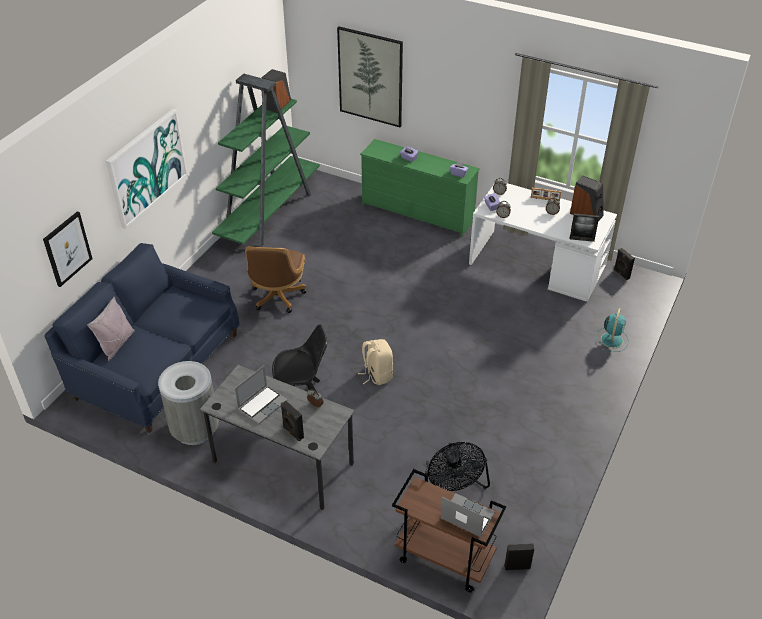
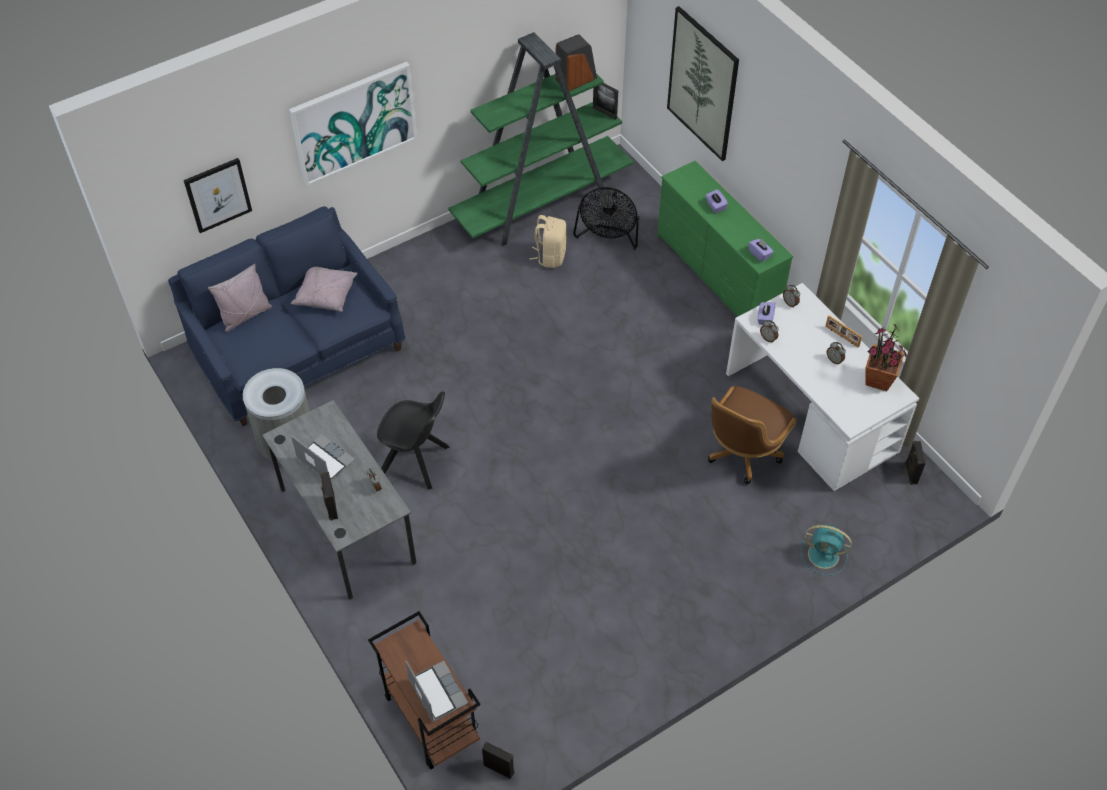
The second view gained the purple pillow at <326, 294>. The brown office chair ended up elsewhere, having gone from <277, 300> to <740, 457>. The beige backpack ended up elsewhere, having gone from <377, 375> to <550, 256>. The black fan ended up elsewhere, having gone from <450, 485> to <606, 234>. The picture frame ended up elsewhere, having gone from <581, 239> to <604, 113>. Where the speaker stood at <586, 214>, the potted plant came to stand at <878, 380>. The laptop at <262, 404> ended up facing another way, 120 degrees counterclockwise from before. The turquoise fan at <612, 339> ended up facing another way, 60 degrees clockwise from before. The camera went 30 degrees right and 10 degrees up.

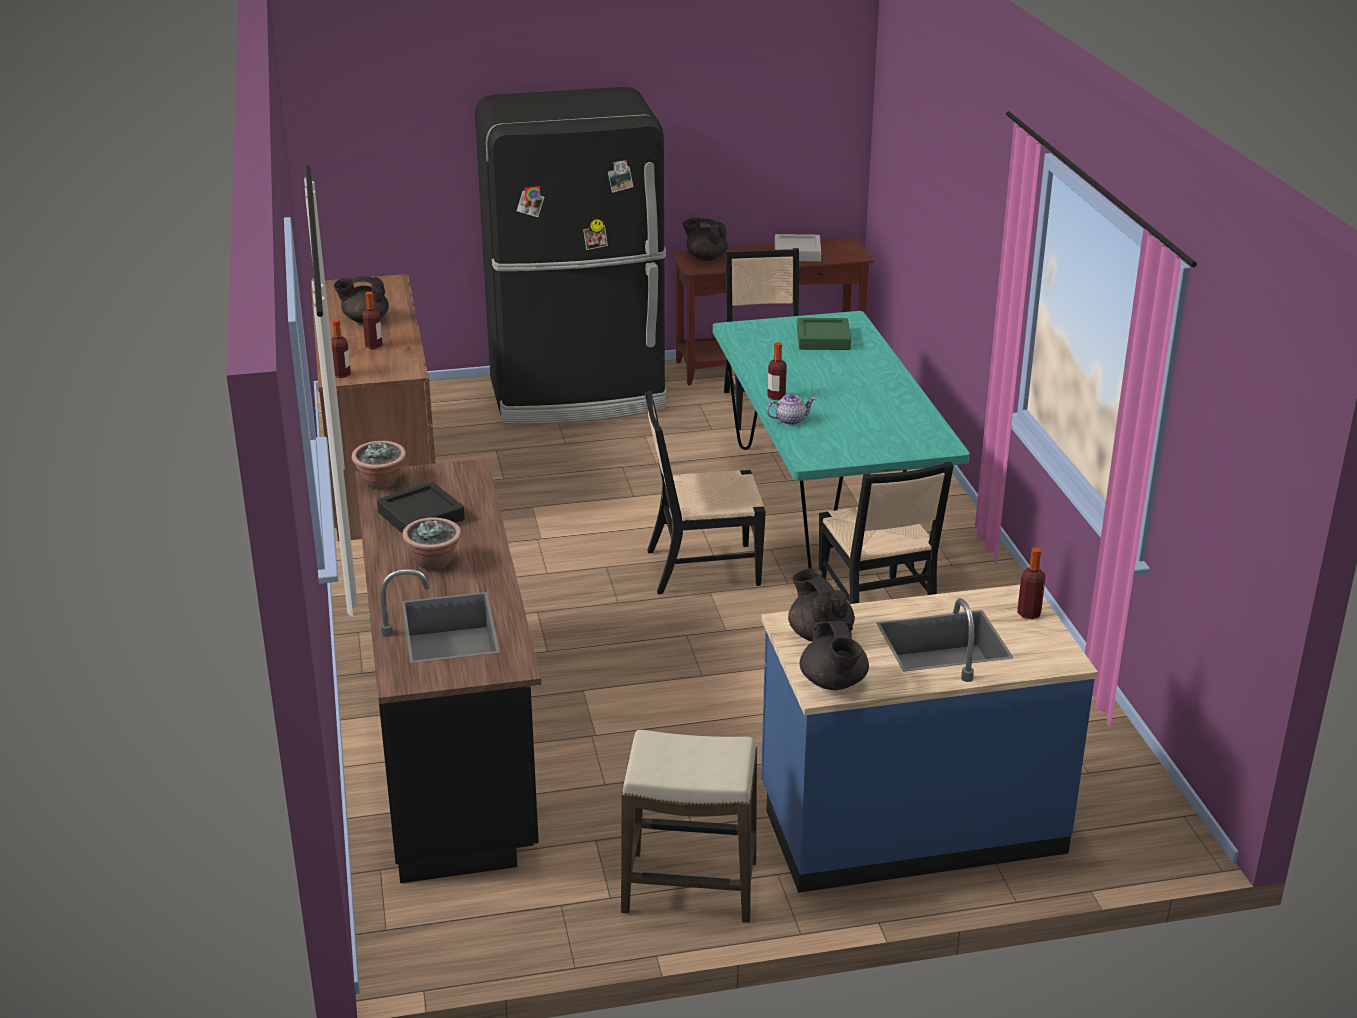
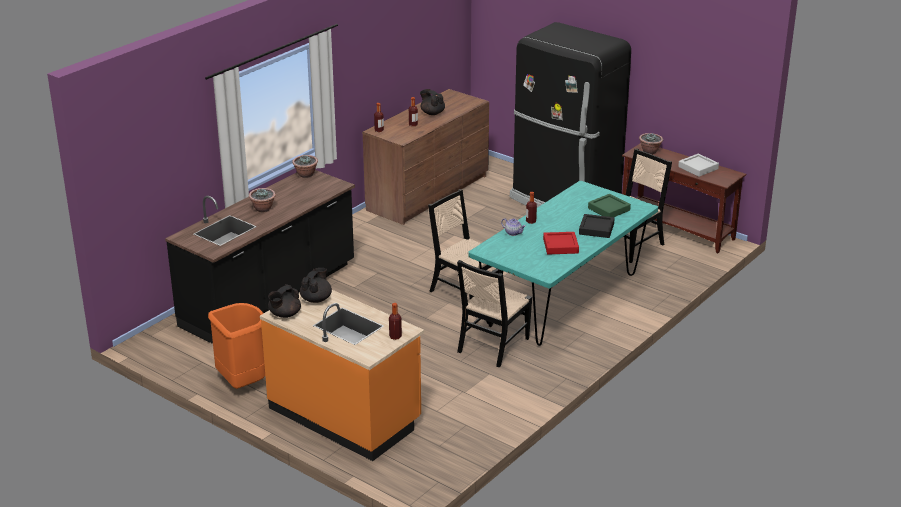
The second view gained the red tray at <560, 246>. The black tray ended up elsewhere, having gone from <421, 516> to <596, 229>. Where the stool stood at <689, 887>, the orange trash can came to stand at <243, 383>. Where the black teapot stood at <706, 258>, the potted plant came to stand at <650, 151>. What was the blue counter at <910, 822> turned into the orange counter at <345, 415>. The camera went 50 degrees right and 0 degrees up.

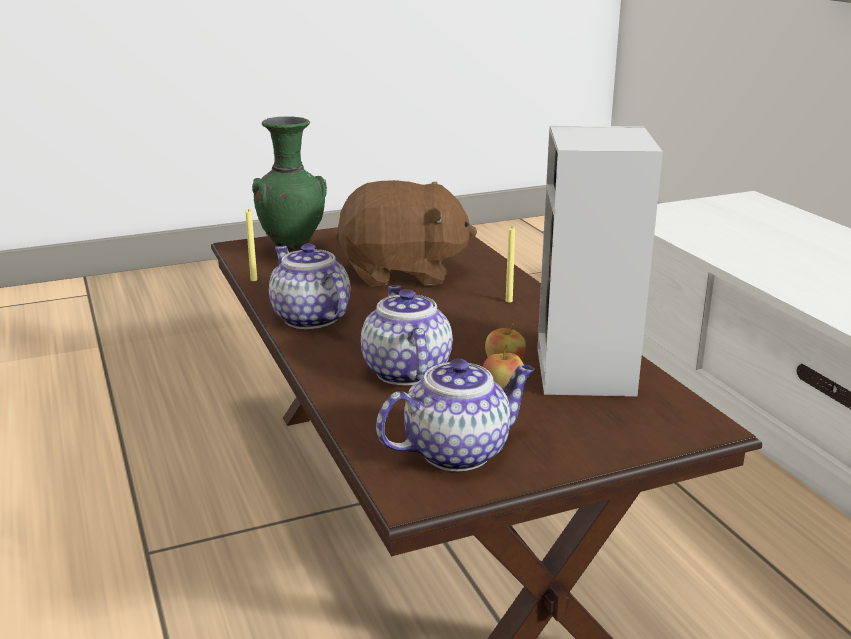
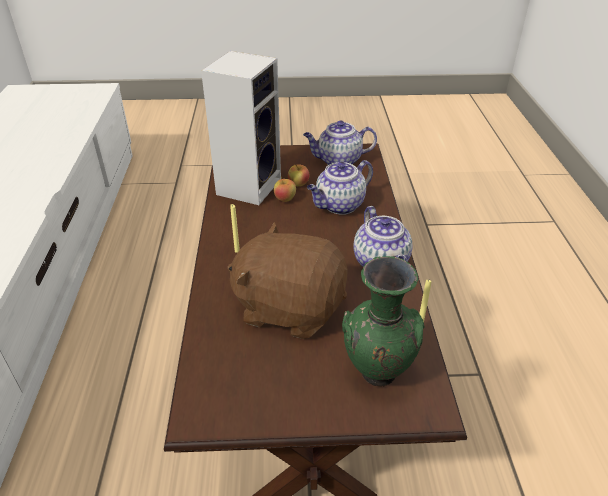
The teapot at <405, 371> ended up facing another way, 45 degrees clockwise from before. The camera went 160 degrees left and 15 degrees up.

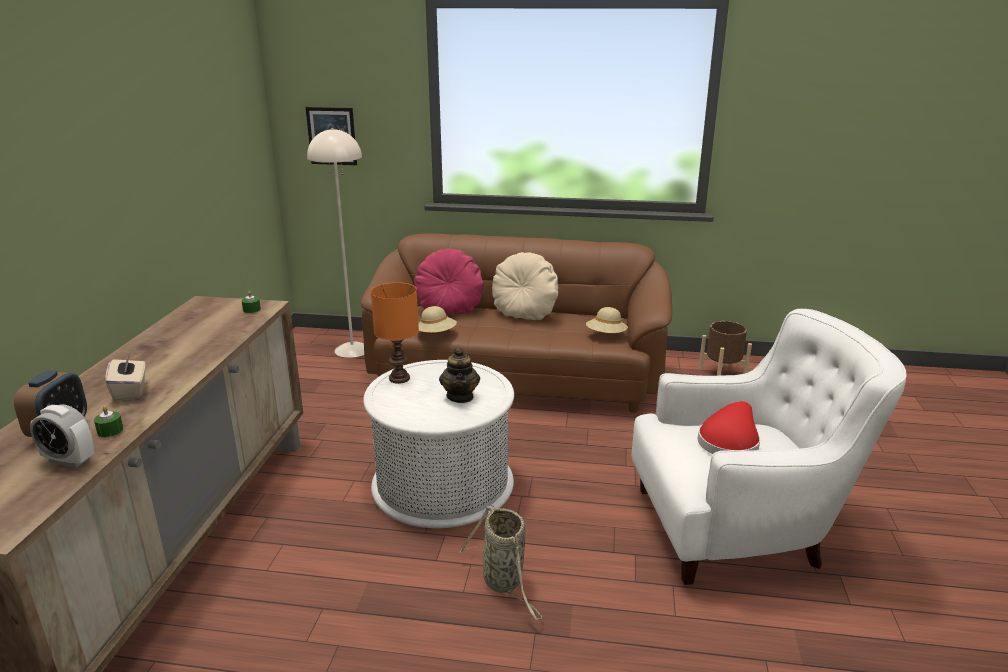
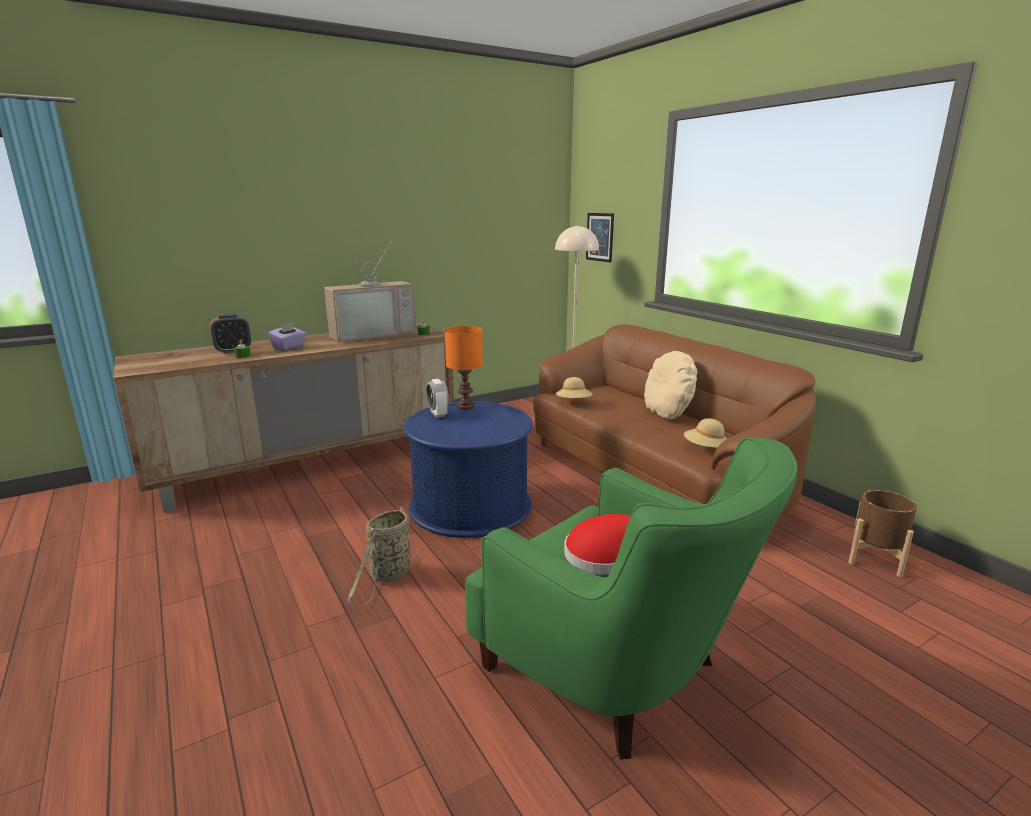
The second view lost the pink pillow at <450, 311>. The second view lost the teapot at <460, 396>. The second view gained the television at <372, 333>. The alarm clock ended up elsewhere, having gone from <69, 460> to <438, 414>. What was the beige tissue box at <130, 391> turned into the purple tissue box at <289, 347>. What was the white coffee table at <443, 483> turned into the blue coffee table at <470, 506>. What was the white armchair at <742, 527> turned into the green armchair at <617, 672>. The camera went 50 degrees right and 5 degrees down.

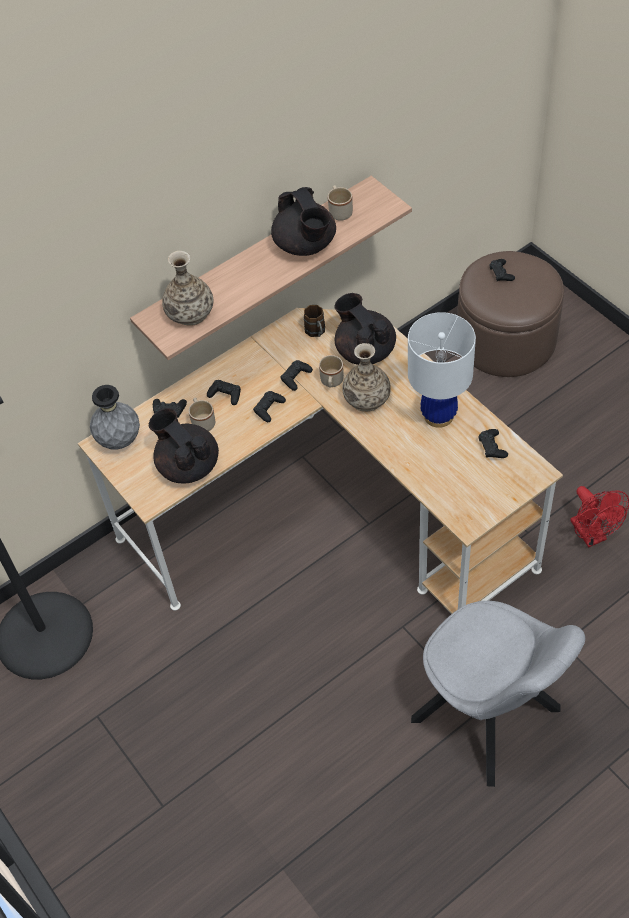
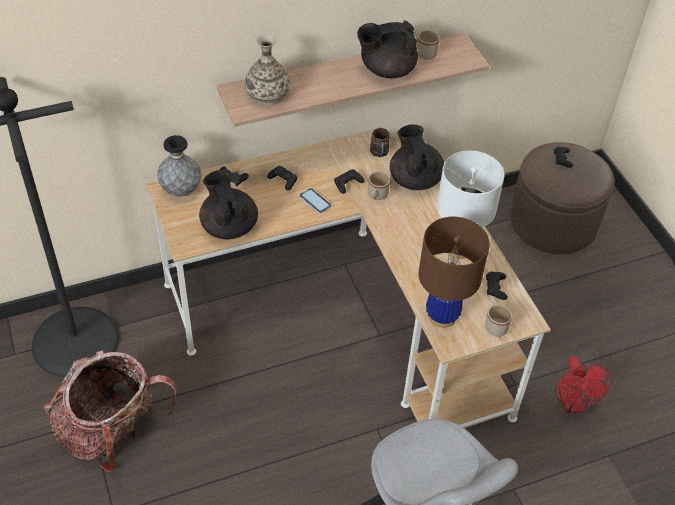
The second view lost the vase at <366, 398>. The second view gained the backpack at <112, 431>. The second view gained the brown table lamp at <442, 316>. The beige mug ended up elsewhere, having gone from <202, 421> to <495, 325>. Where the black game controller stood at <269, 408>, the phone came to stand at <315, 201>. The black teapot at <305, 245> ended up facing another way, 90 degrees clockwise from before. The camera went 10 degrees right and 5 degrees down.

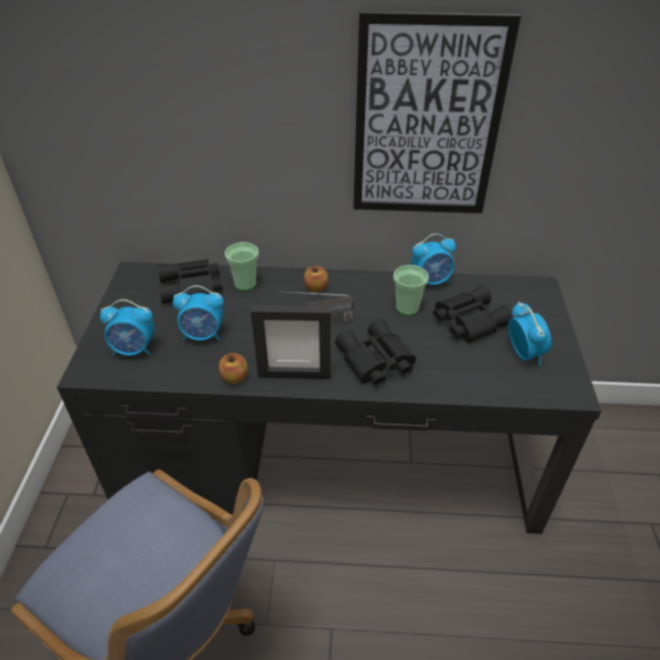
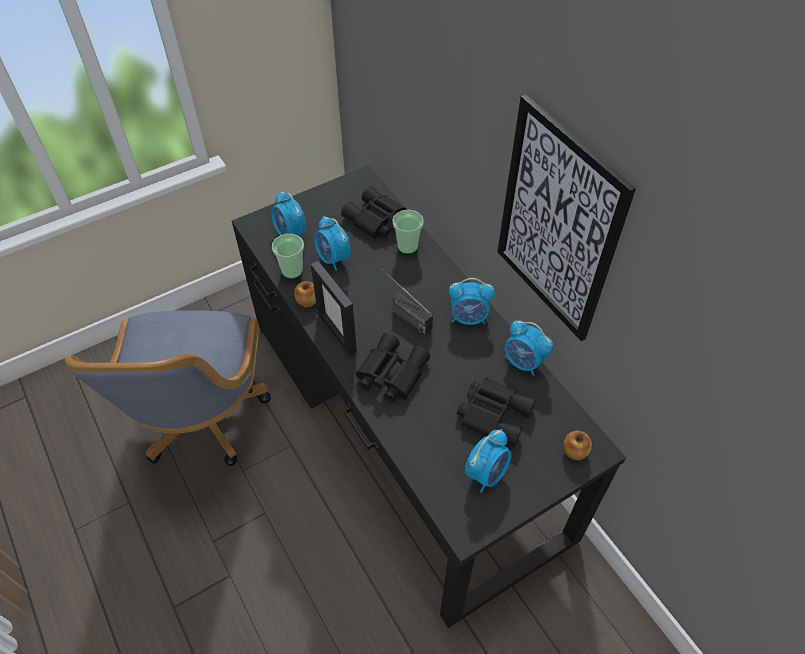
The second view gained the alarm clock at <469, 318>. The apple ended up elsewhere, having gone from <316, 288> to <574, 451>. The cup ended up elsewhere, having gone from <407, 308> to <292, 271>. The camera went 55 degrees right and 10 degrees up.

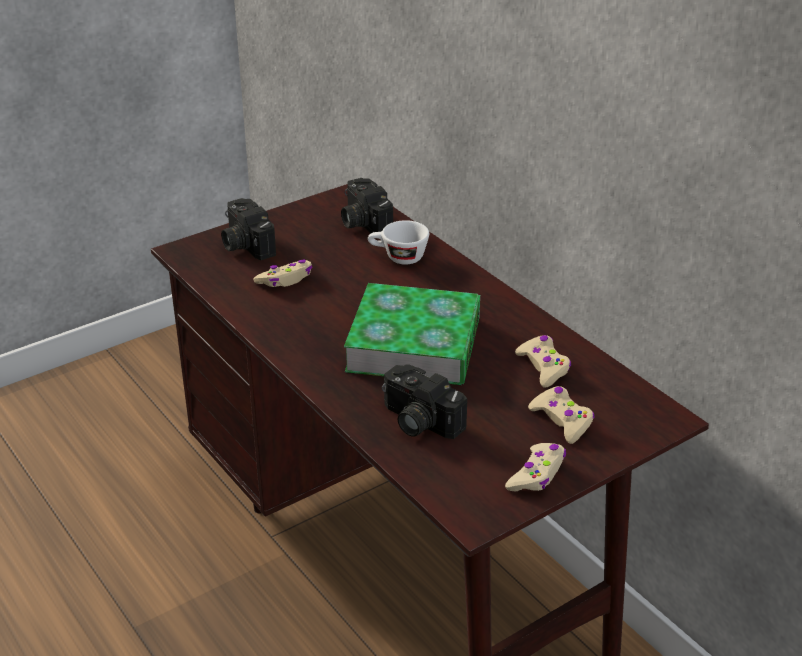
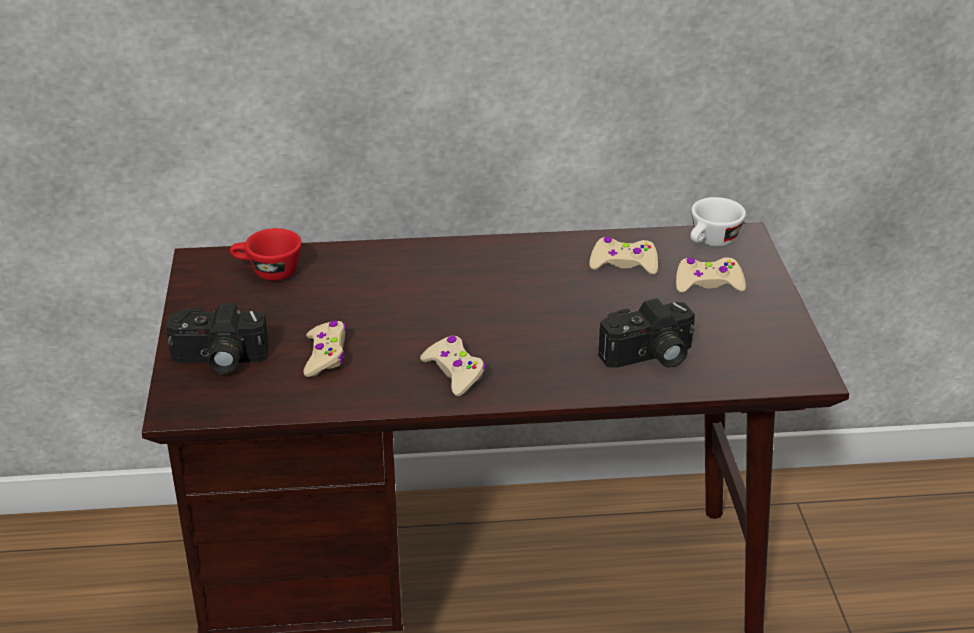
The second view lost the book at <414, 344>. The white cup ended up elsewhere, having gone from <398, 257> to <711, 243>. The beige game controller ended up elsewhere, having gone from <537, 474> to <454, 372>. Where the photo camera stood at <362, 222>, the red cup came to stand at <267, 272>. The camera went 60 degrees left and 0 degrees up.

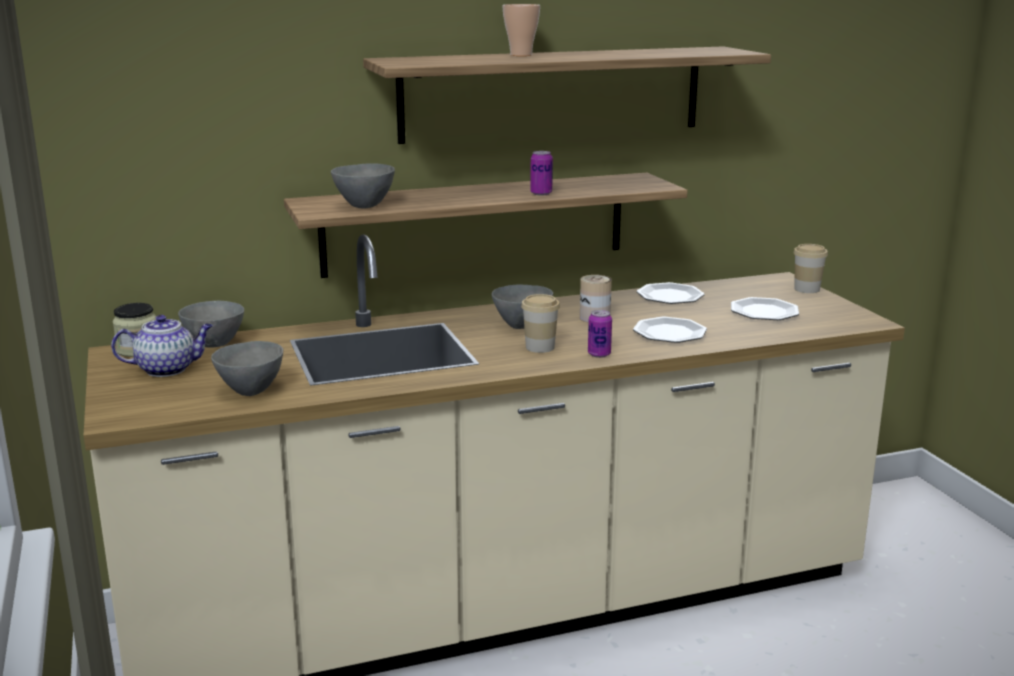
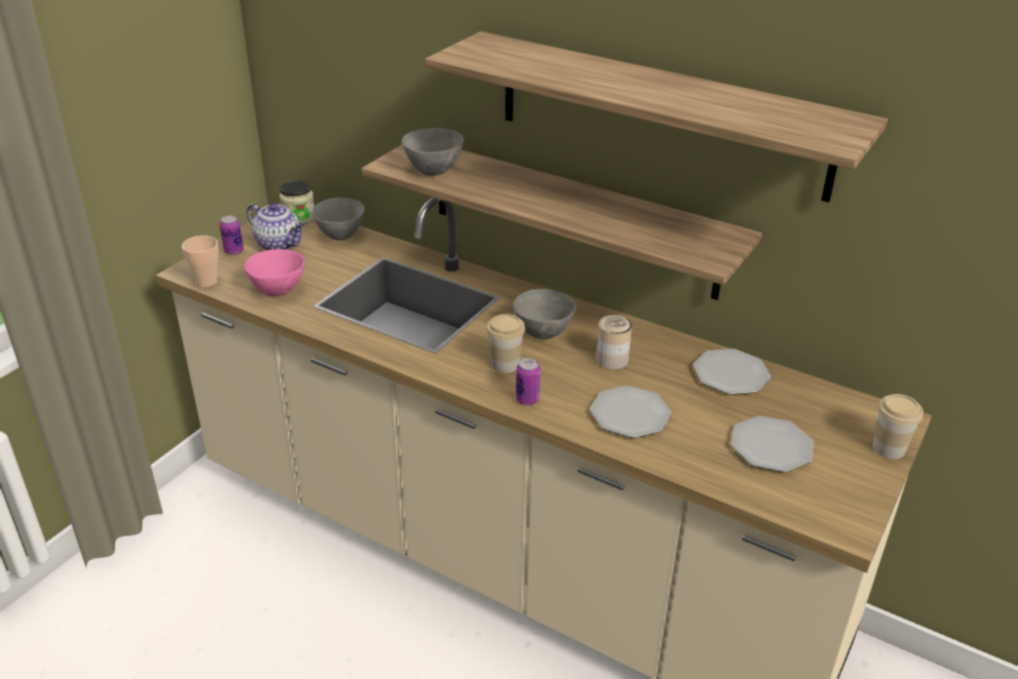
The cup ended up elsewhere, having gone from <521, 55> to <206, 282>. The can ended up elsewhere, having gone from <541, 193> to <234, 251>. What was the grey bowl at <250, 390> turned into the pink bowl at <278, 290>. The camera went 50 degrees right and 15 degrees up.

